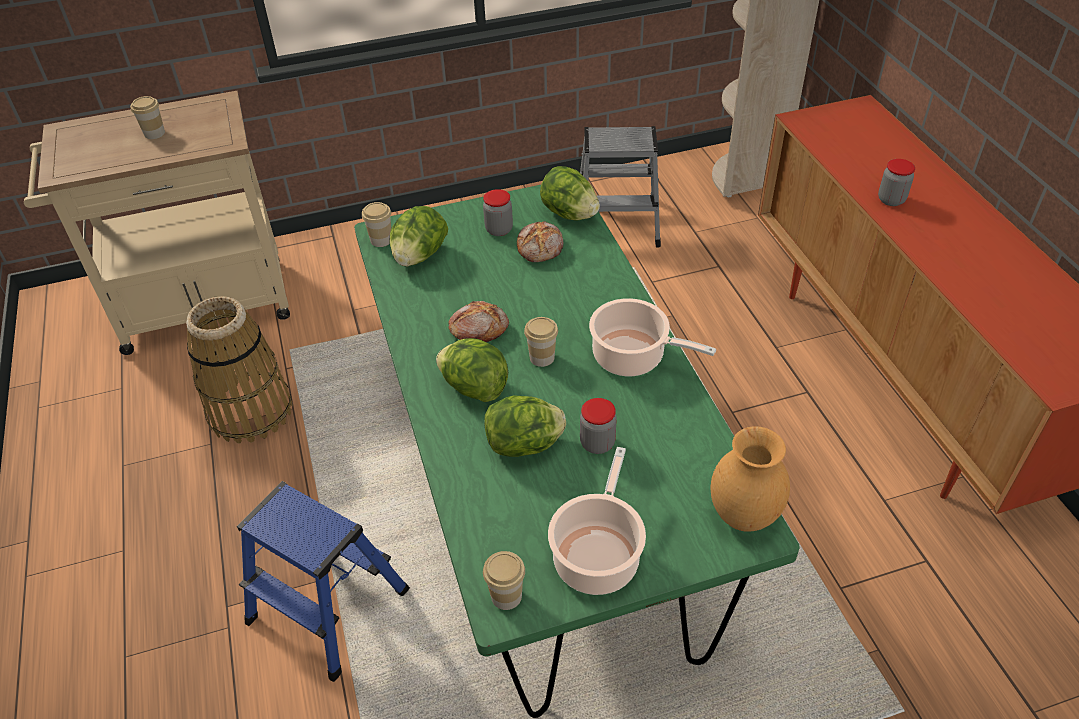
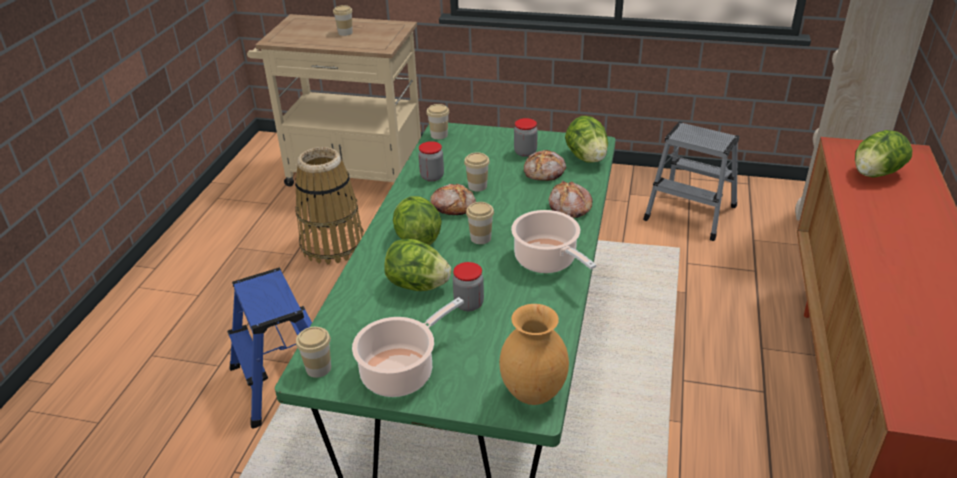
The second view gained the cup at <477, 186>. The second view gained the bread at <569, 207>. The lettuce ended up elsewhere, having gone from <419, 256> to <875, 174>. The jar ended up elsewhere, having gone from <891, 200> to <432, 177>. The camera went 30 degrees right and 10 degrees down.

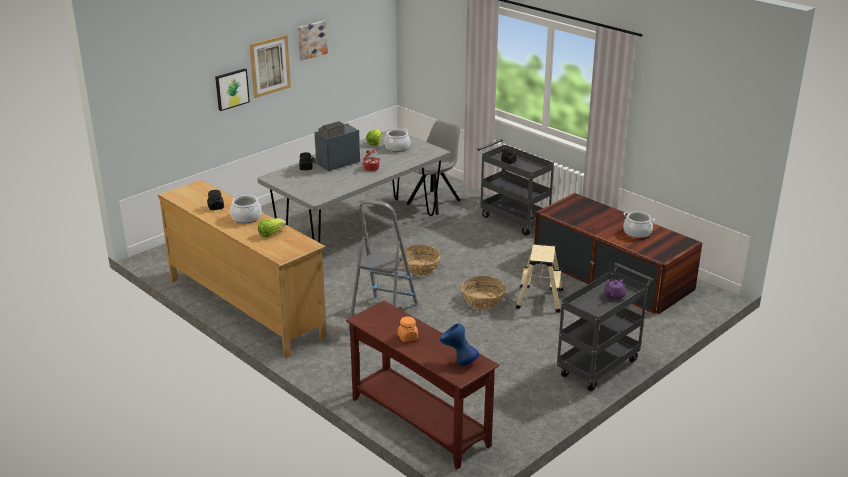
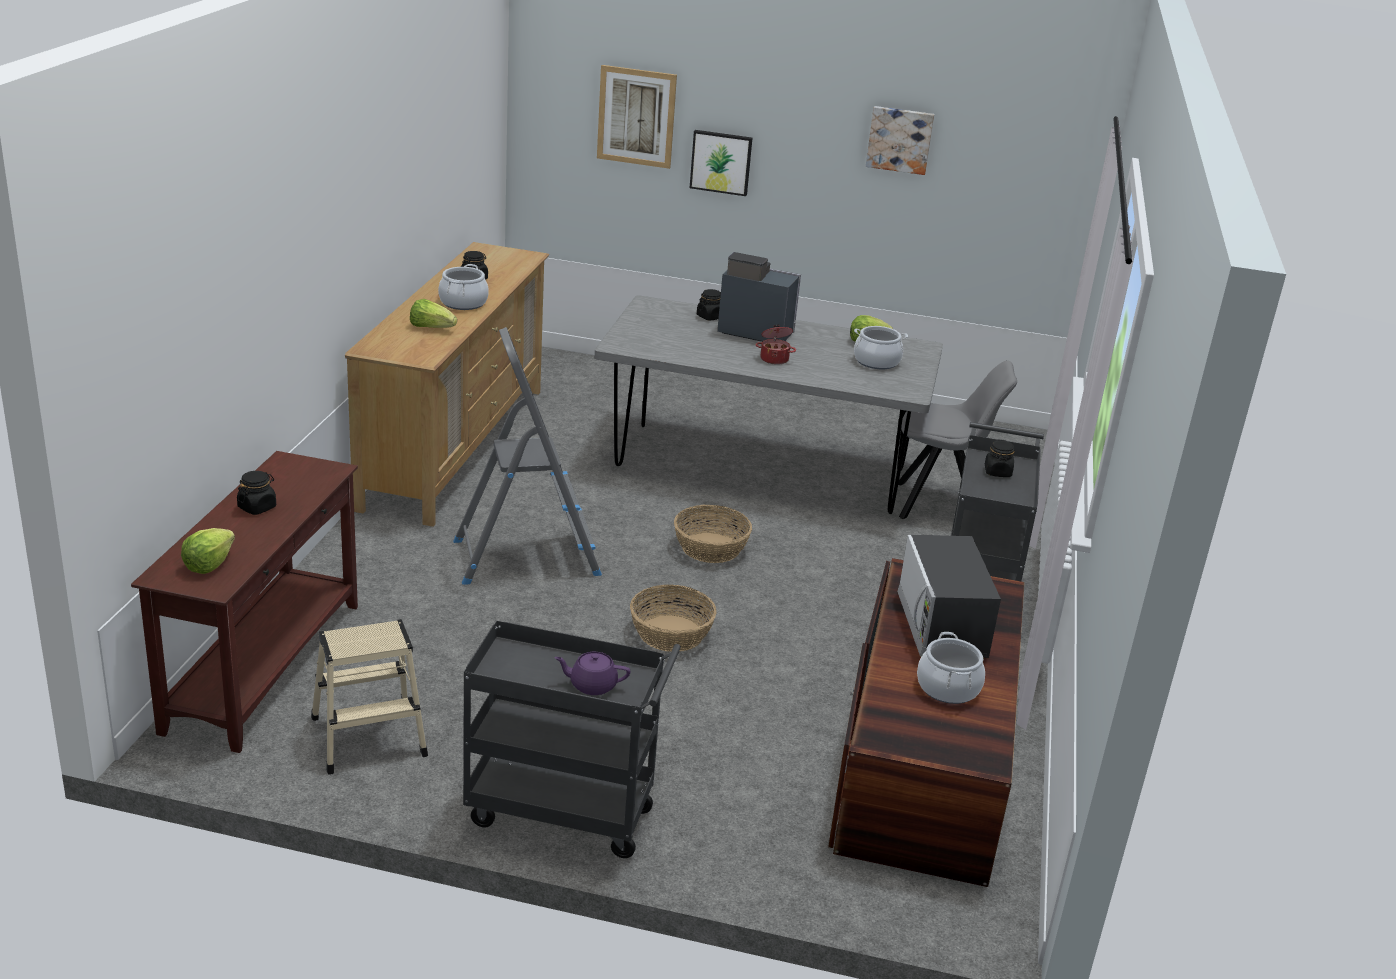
The second view gained the microwave at <941, 626>. The picture ended up elsewhere, having gone from <270, 66> to <636, 116>. The beige step ladder ended up elsewhere, having gone from <539, 298> to <369, 735>. Where the blue vase stood at <458, 362>, the lettuce came to stand at <209, 565>. What was the orange jar at <407, 337> turned into the black jar at <257, 507>. The camera went 55 degrees right and 0 degrees up.

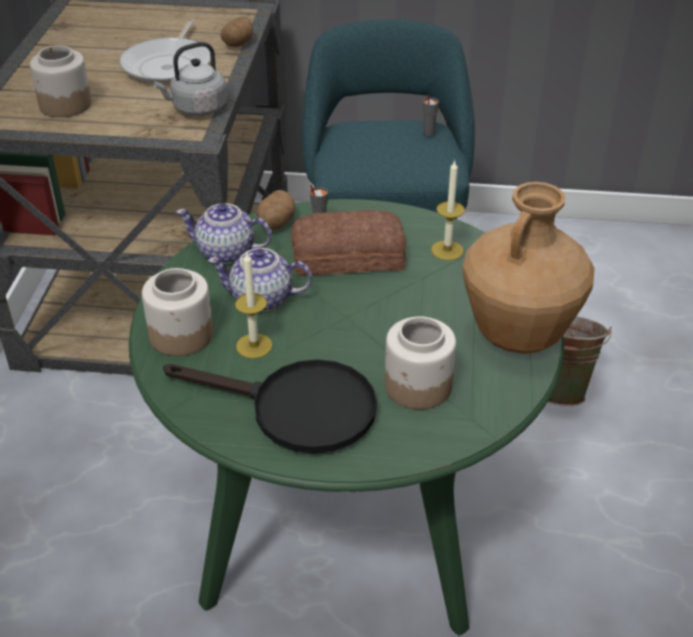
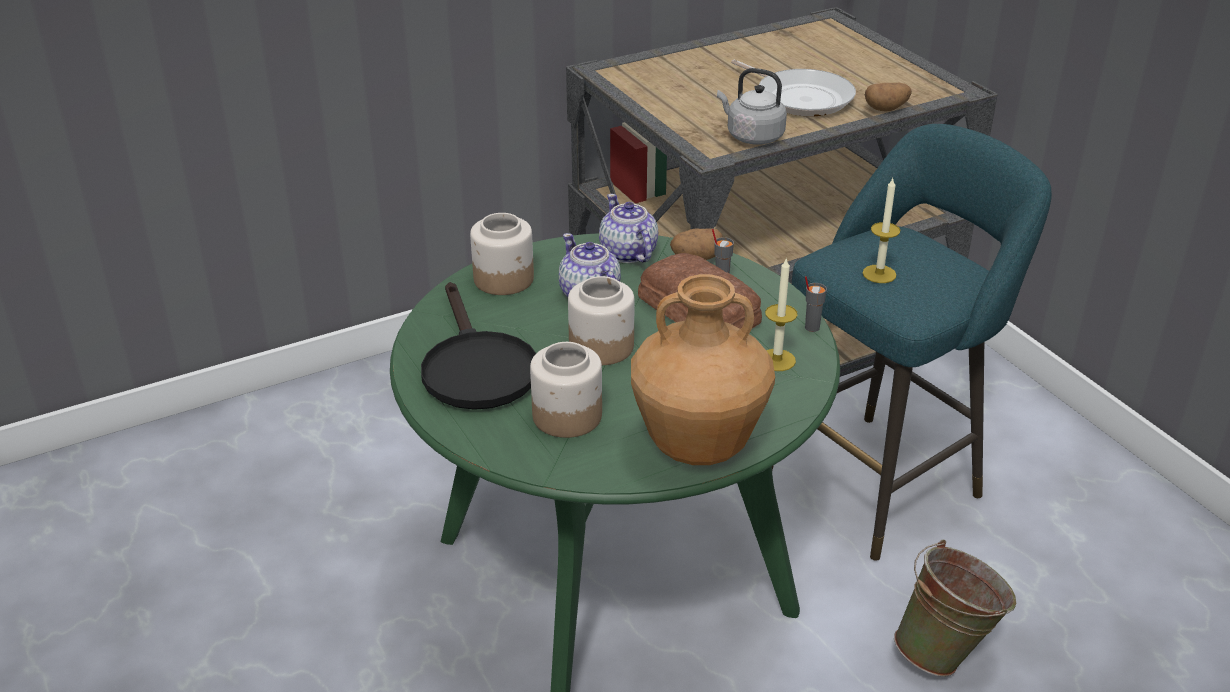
The jar ended up elsewhere, having gone from <65, 105> to <601, 346>. The candle ended up elsewhere, having gone from <254, 346> to <879, 274>. The grey cup ended up elsewhere, having gone from <428, 133> to <811, 327>. The frying pan at <169, 65> ended up facing another way, 105 degrees counterclockwise from before. The camera went 55 degrees right and 5 degrees down.

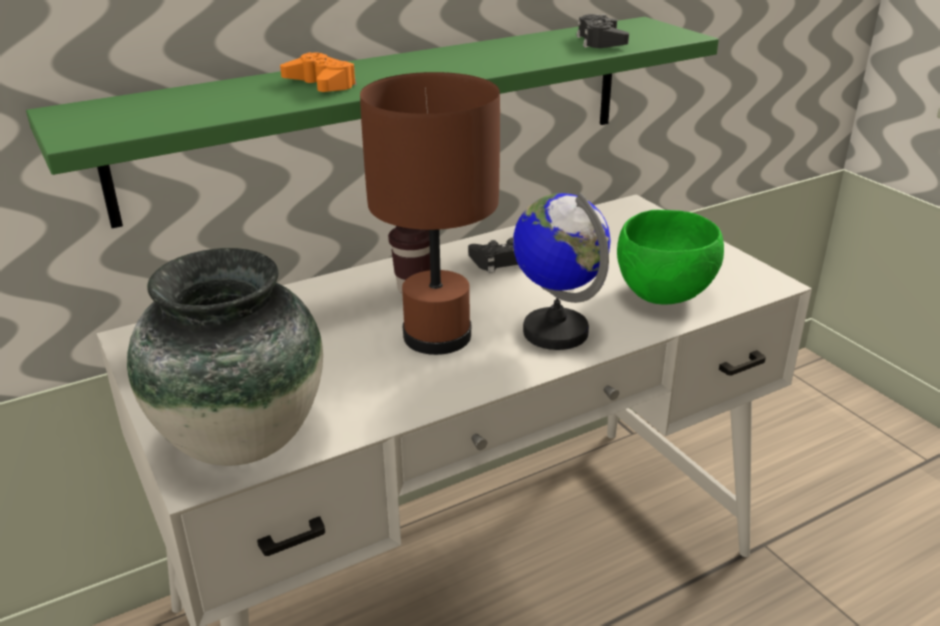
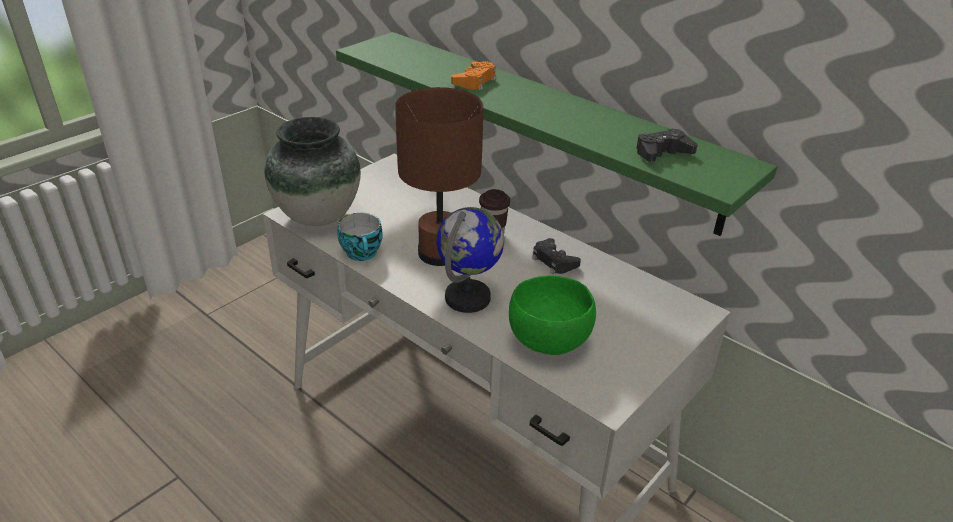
The second view gained the cup at <363, 253>. The camera went 70 degrees right and 5 degrees up.

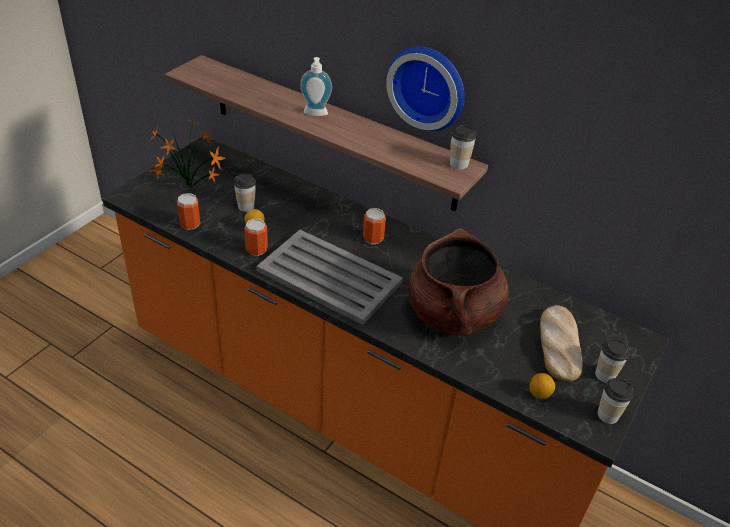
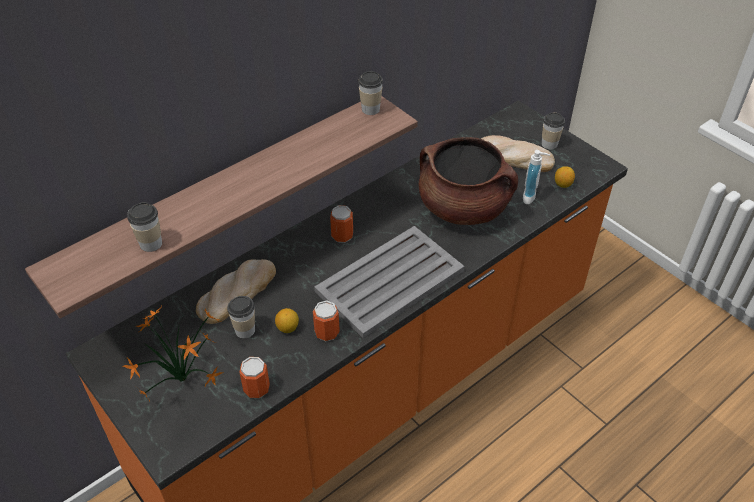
The second view lost the wall clock at <428, 86>. The second view gained the bread at <237, 293>. The soap dispenser ended up elsewhere, having gone from <315, 114> to <532, 197>. The cup ended up elsewhere, having gone from <607, 415> to <151, 244>. The camera went 70 degrees left and 5 degrees up.

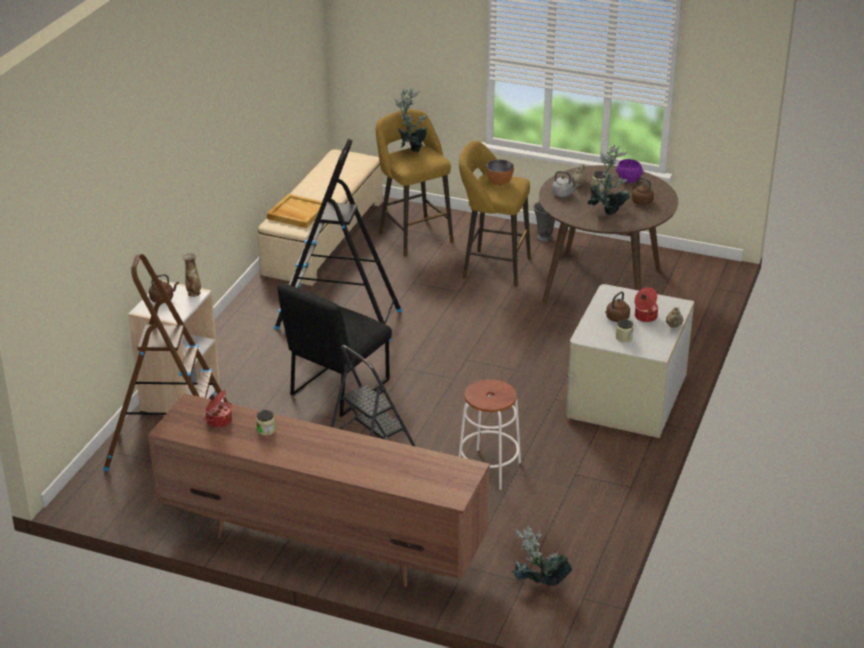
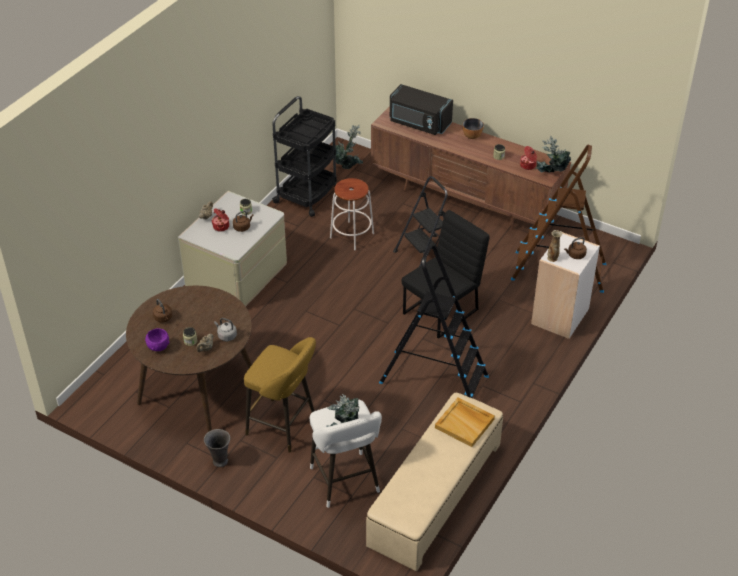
The second view gained the black cart at <307, 196>. The second view gained the black microwave at <419, 123>. The bowl ended up elsewhere, having gone from <499, 183> to <472, 136>. The potted plant ended up elsewhere, having gone from <607, 211> to <551, 174>. What was the yellow stool at <413, 236> turned into the white stool at <346, 483>. The camera went 170 degrees left and 10 degrees up.

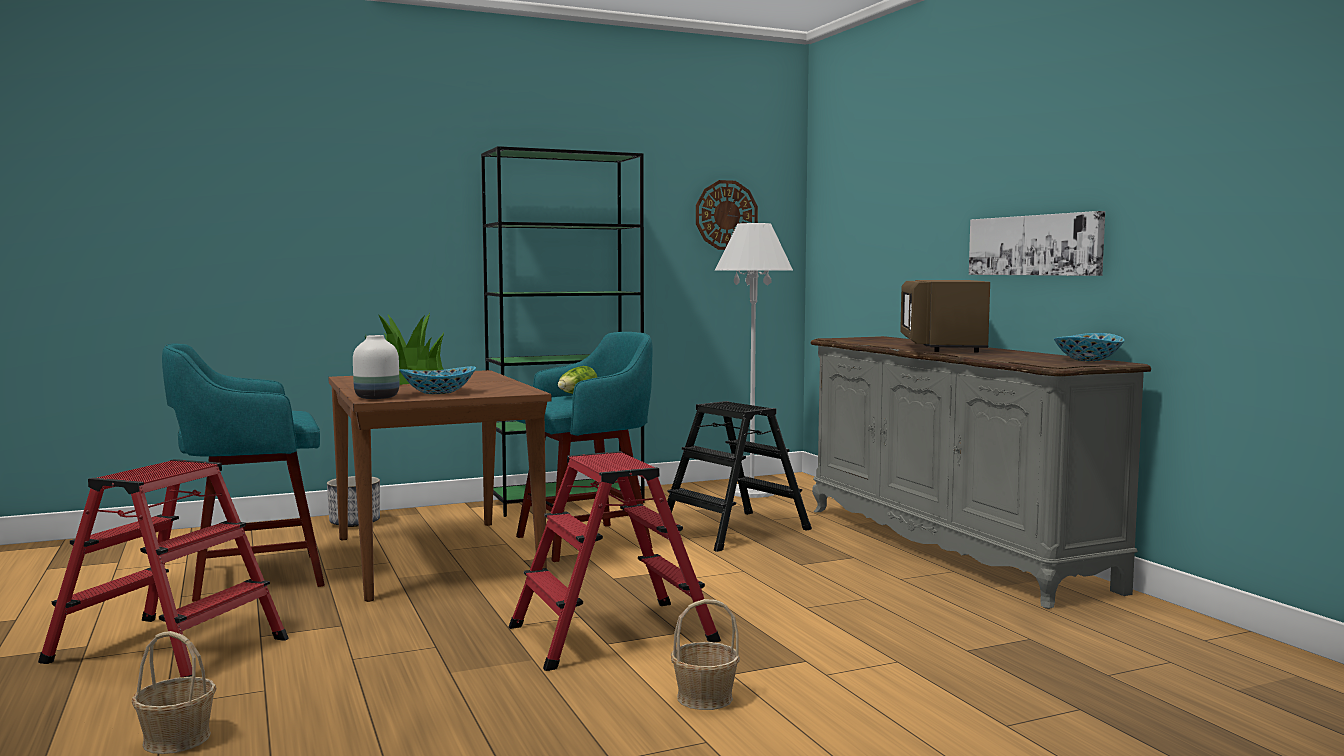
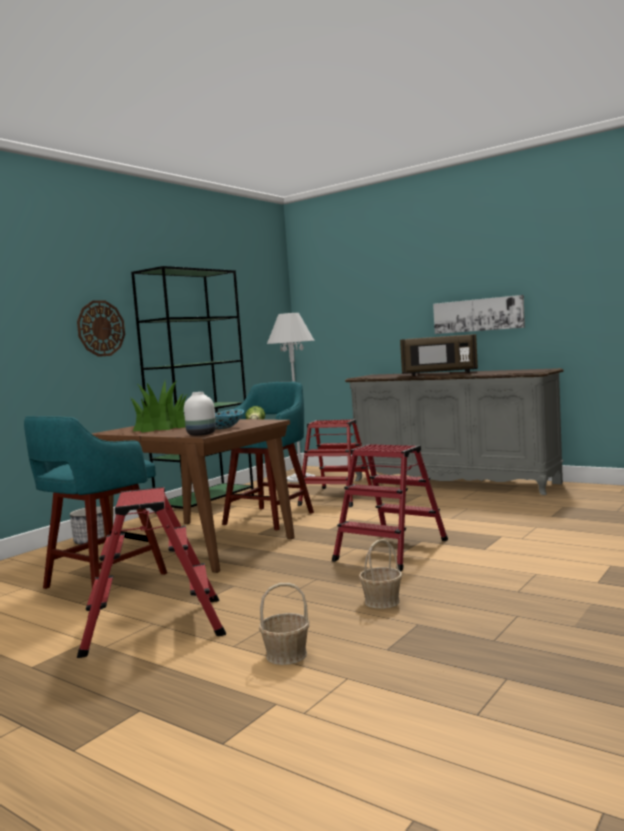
The second view lost the bowl at <1088, 360>. The basket ended up elsewhere, having gone from <704, 698> to <381, 601>. The wall clock ended up elsewhere, having gone from <726, 215> to <101, 328>. What was the black step ladder at <734, 530> turned into the red step ladder at <336, 496>. The brown microwave at <941, 347> ended up facing another way, 60 degrees counterclockwise from before. The camera went 30 degrees left and 0 degrees up.

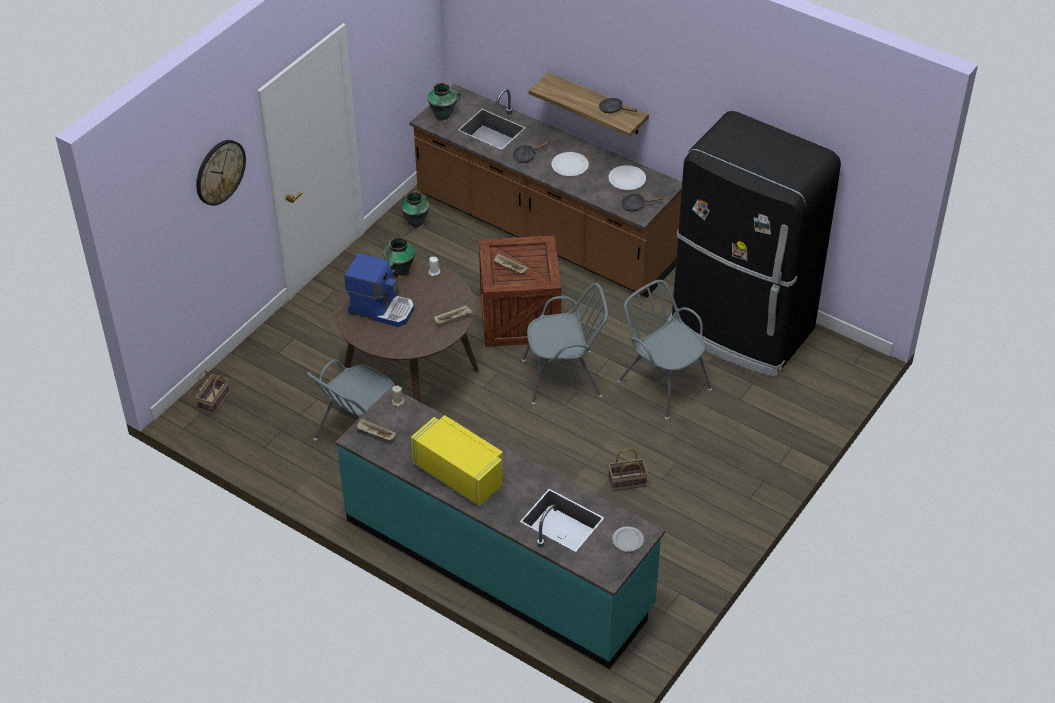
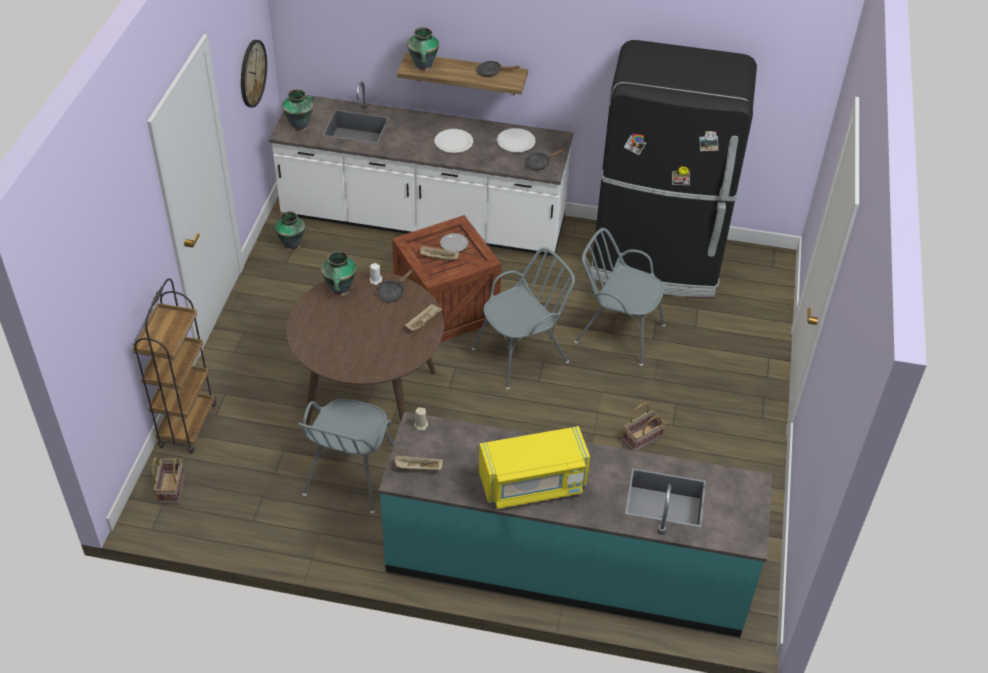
The second view lost the coffee machine at <381, 308>. The second view gained the brown cart at <187, 426>. The second view gained the vase at <423, 67>. The wall clock ended up elsewhere, having gone from <219, 172> to <252, 73>. The black frying pan ended up elsewhere, having gone from <526, 156> to <392, 292>. The plate ended up elsewhere, having gone from <627, 540> to <453, 243>. What was the brown counter at <544, 232> turned into the white counter at <423, 221>. The yellow microwave at <459, 475> ended up facing another way, 150 degrees clockwise from before. The camera went 25 degrees left and 0 degrees up.

